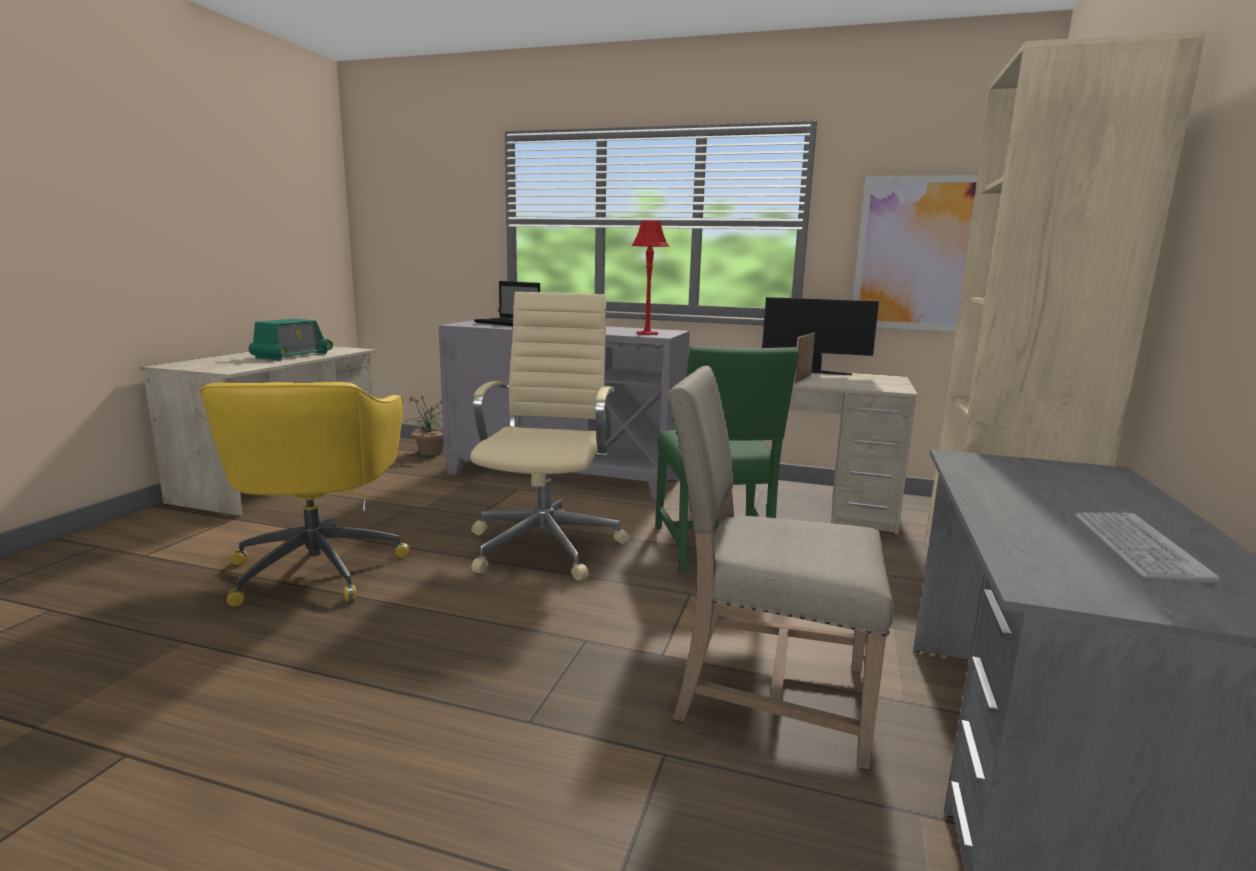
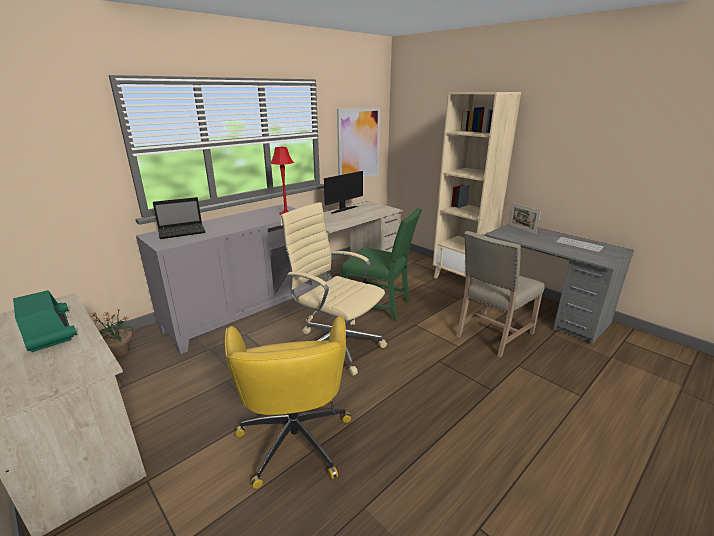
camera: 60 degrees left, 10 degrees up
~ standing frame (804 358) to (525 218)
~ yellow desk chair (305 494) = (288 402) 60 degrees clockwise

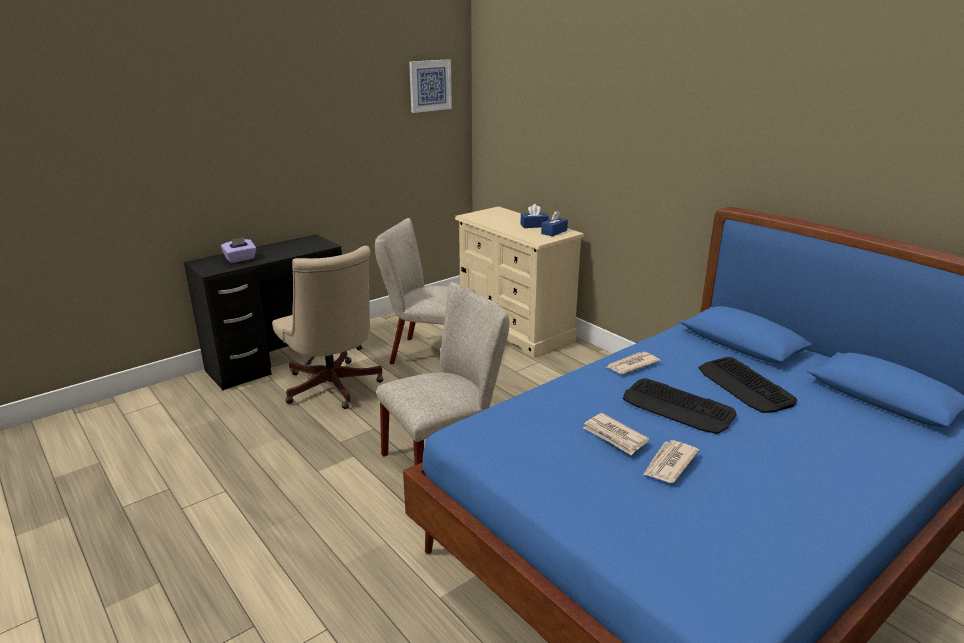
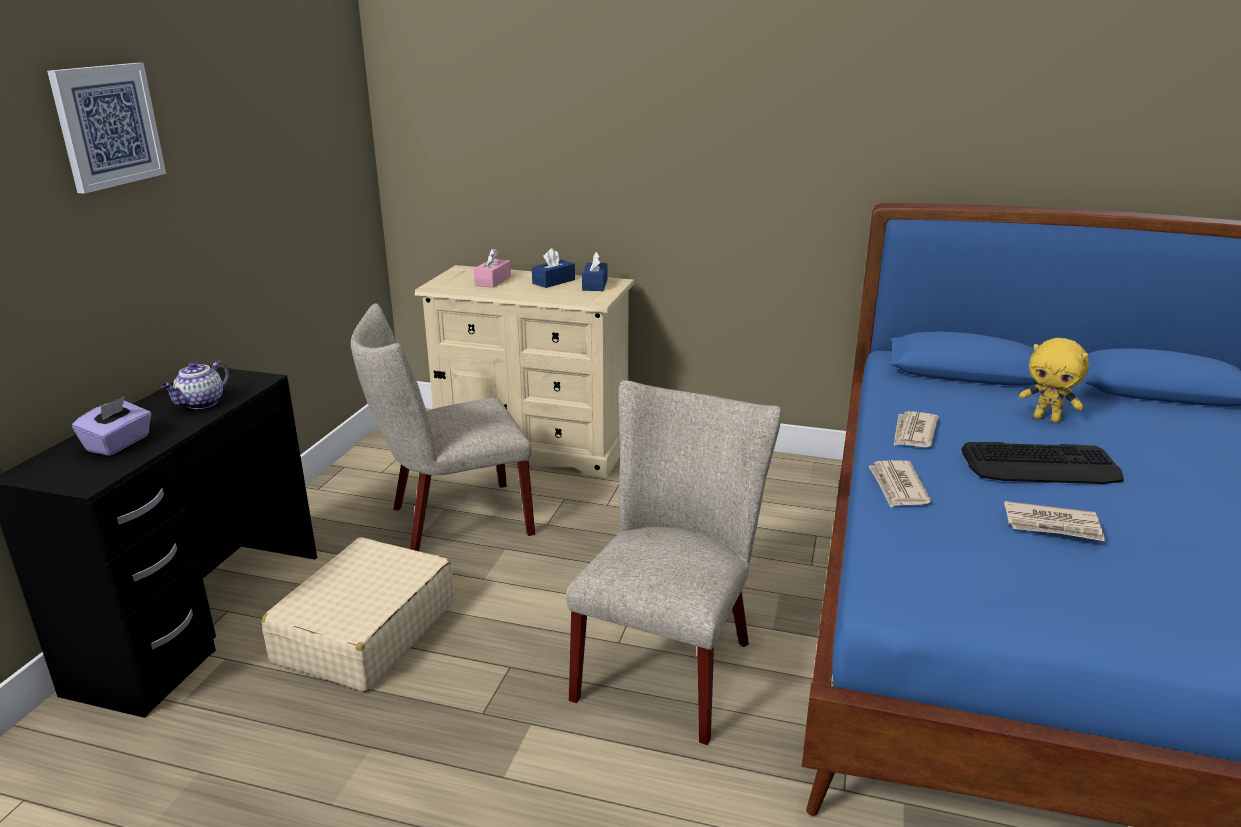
camera: 35 degrees left, 0 degrees up
~ wall picture (430 86) to (106 128)
~ sand-coloured desk chair (328 327) to sand-coloured piece of luggage (358 614)
~ PC keyboard (748 385) to yellow cuddly toy (1054 380)
~ newspaper (671 461) to (900 483)
+ pink-coloured tissue box (492 268)
+ teapot (195 385)

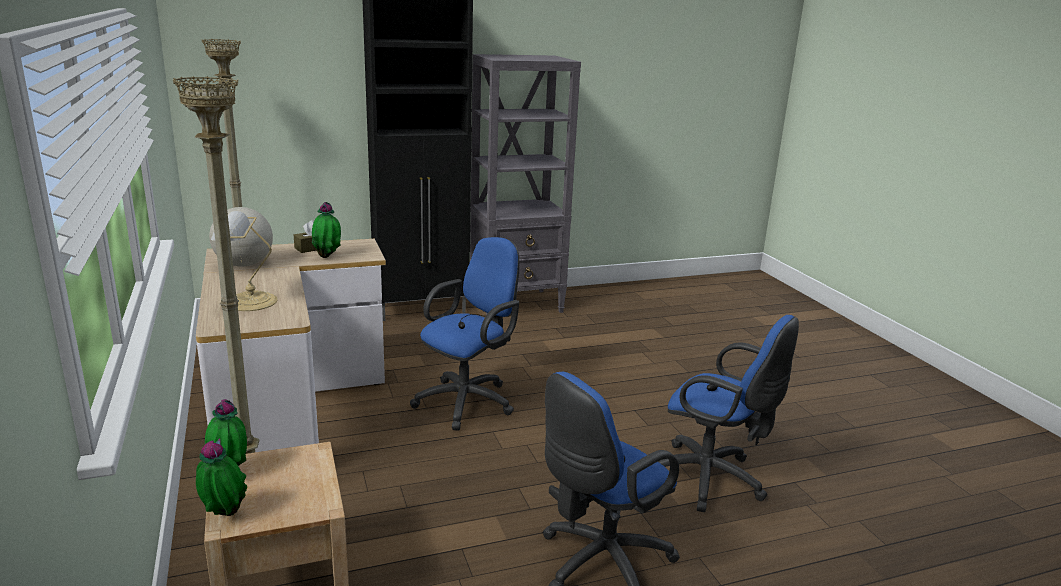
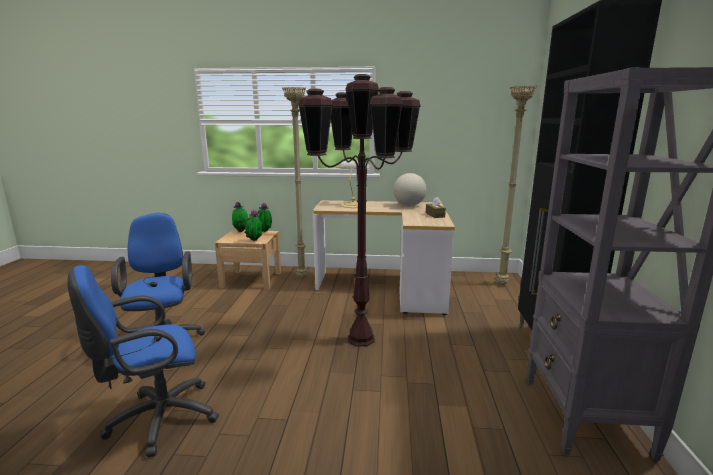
camera: 115 degrees right, 5 degrees down
~ potted plant (326 230) to (253 225)
~ blue desk chair (464 334) to brown standing lamp (359 210)

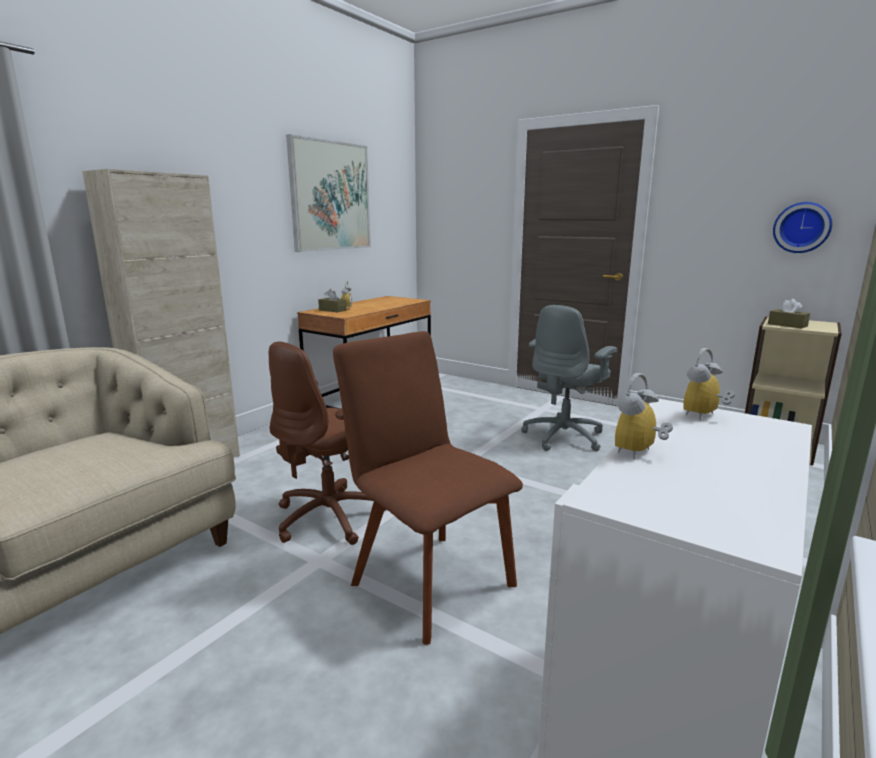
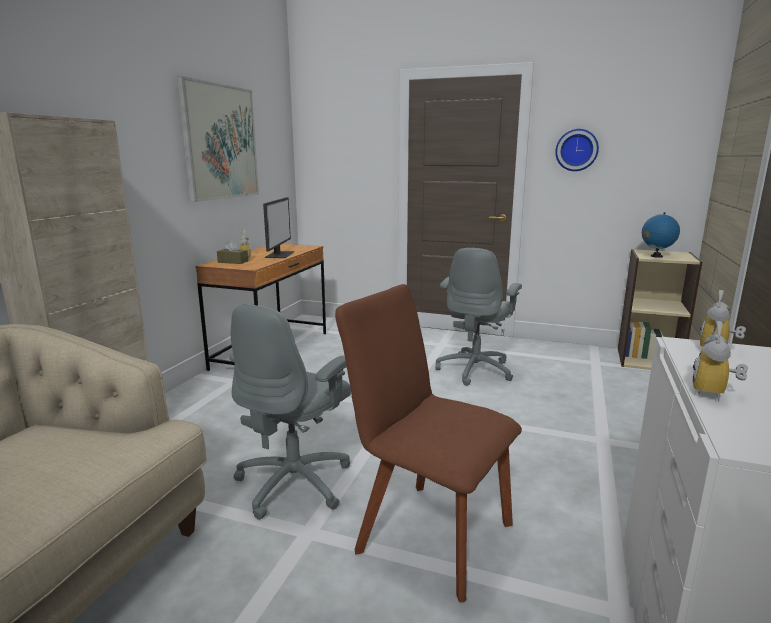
camera: 15 degrees left, 0 degrees up
~ clock on the wall (802 227) to (577 150)
~ brown tissue box (789 314) to desk globe (661 235)
~ brown desk chair (327 443) to greyish desk chair (290 412)
+ computer screen (278 227)

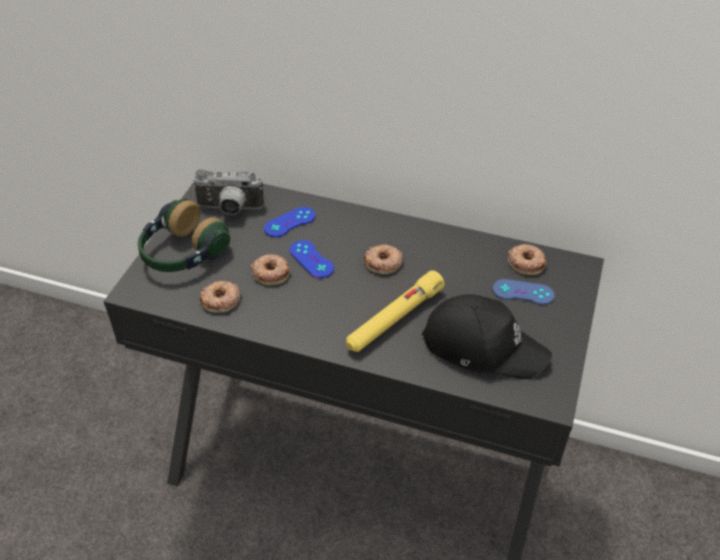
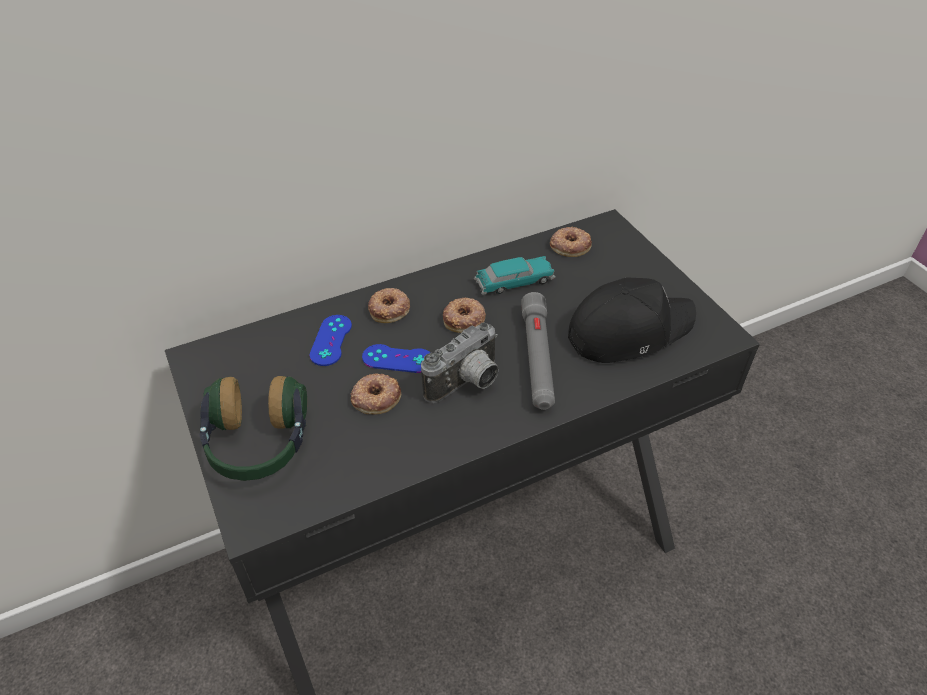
camera: 45 degrees left, 0 degrees up
~ still camera (228 192) to (460 362)
~ yellow hand torch (395 311) to greyish hand torch (538 351)
- blue game controller (524 292)
~ donut (220 297) to (389 305)
+ miniature car (515 275)

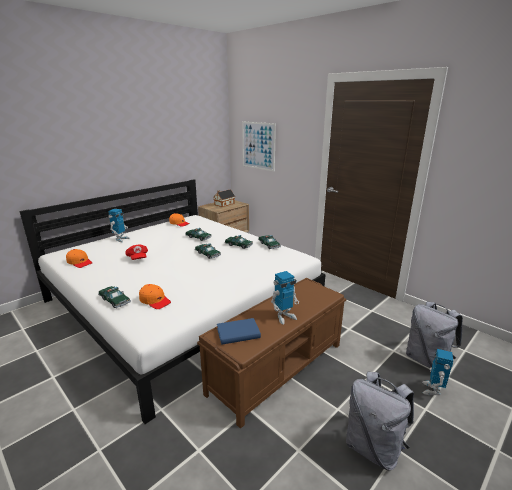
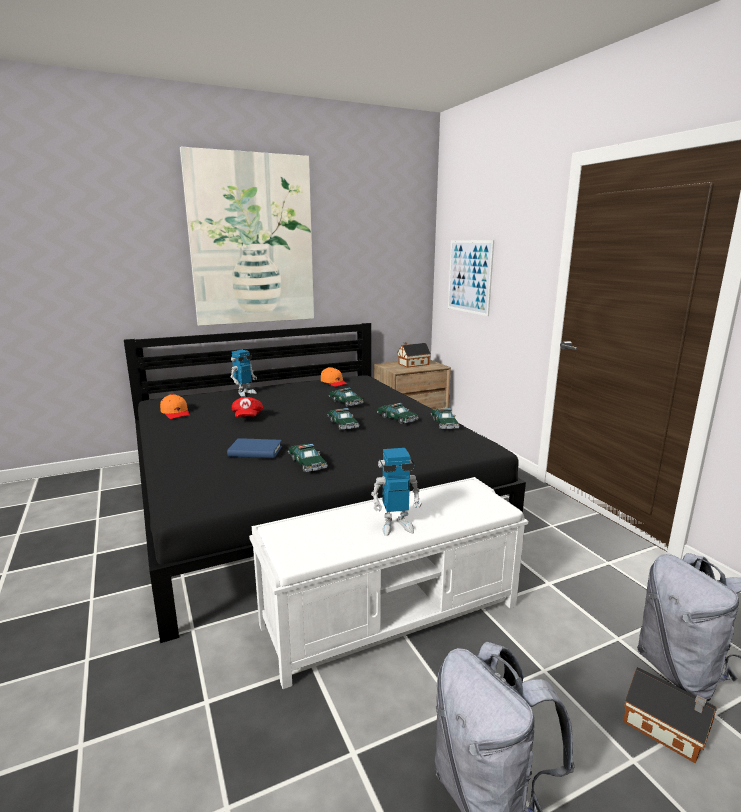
camera: 20 degrees right, 5 degrees down
~ whitish bed (172 301) to blackish bed (325 483)
~ brown bench (271 353) to whitish bench (388 583)
- orange baseball cap (155 296)
~ miniature car (114 297) to (308 458)
~ blue bound book (239 331) to (254 448)
~ toy robot (437 372) to miniature house (669 715)
+ wall picture (247 236)

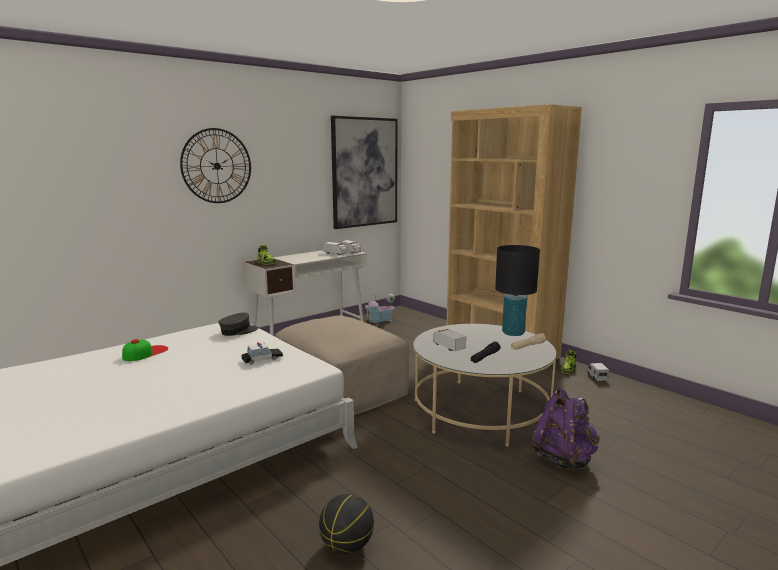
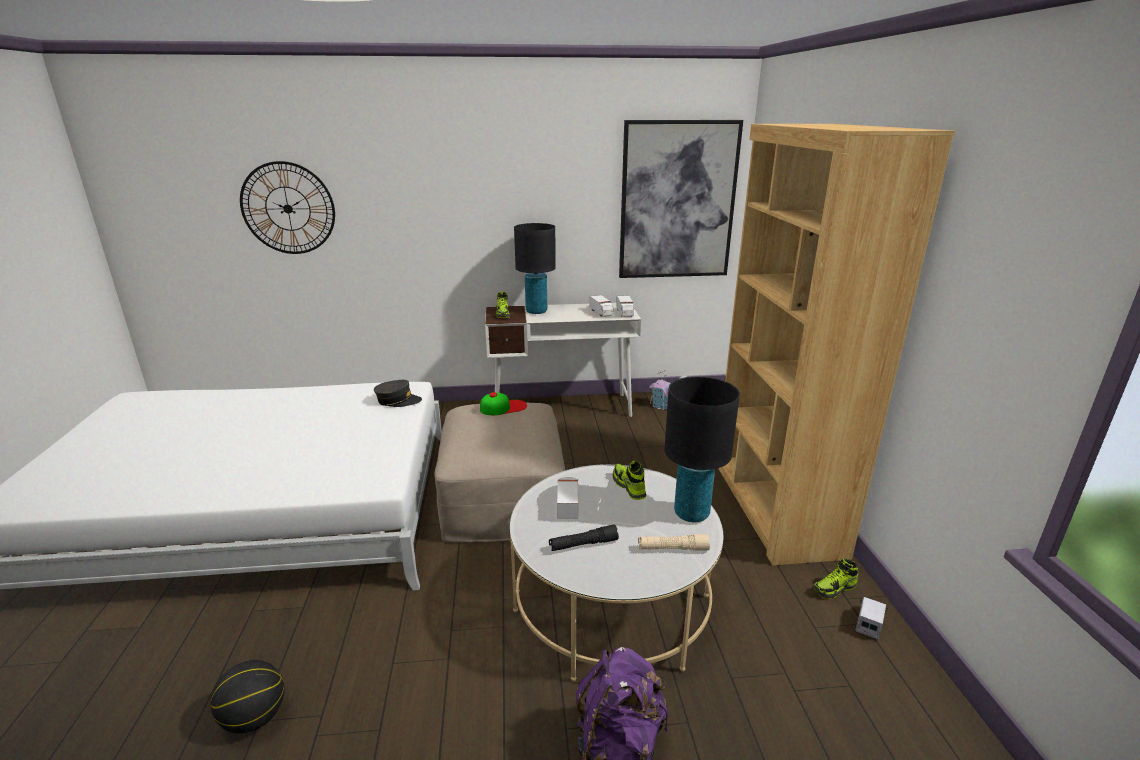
camera: 35 degrees right, 10 degrees up
~ clock on the wall (215 165) to (287 207)
~ baseball cap (145 350) to (503 403)
- miniature car (262 353)
+ blackish table lamp (535 268)
+ item of footwear (629 480)

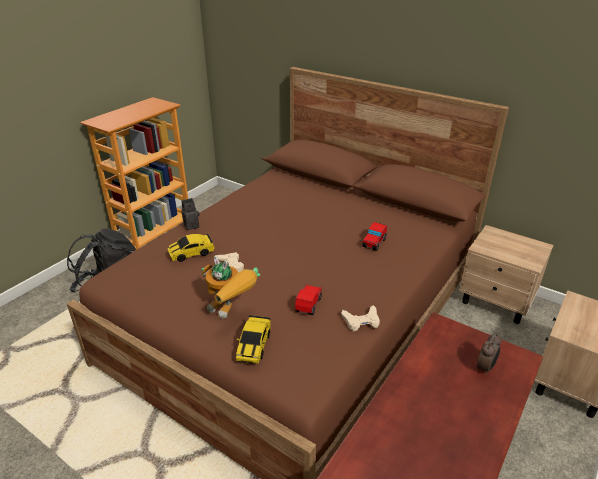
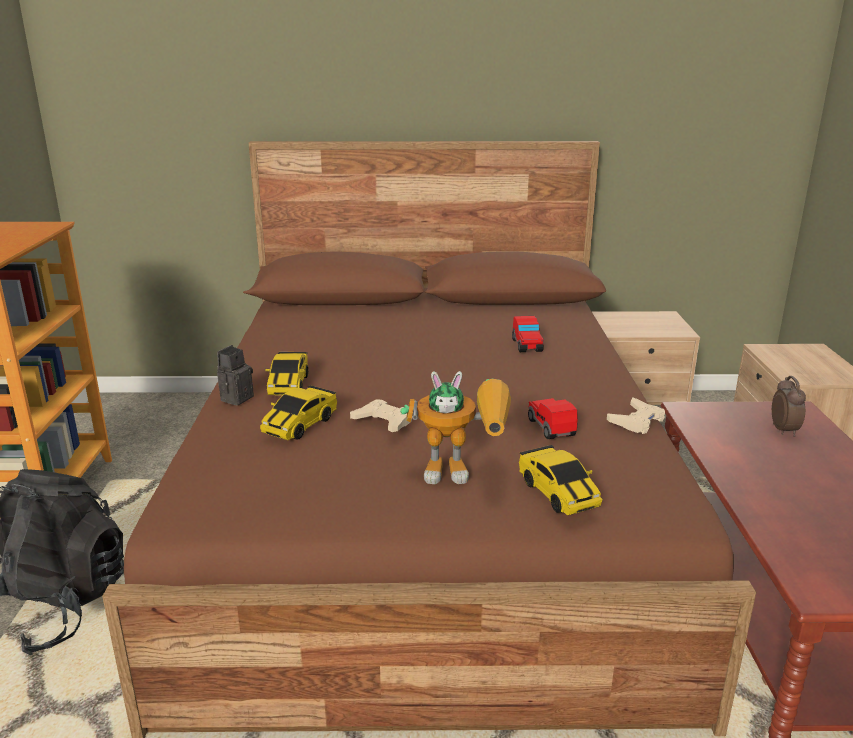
camera: 35 degrees left, 10 degrees down
+ miniature car (286 373)

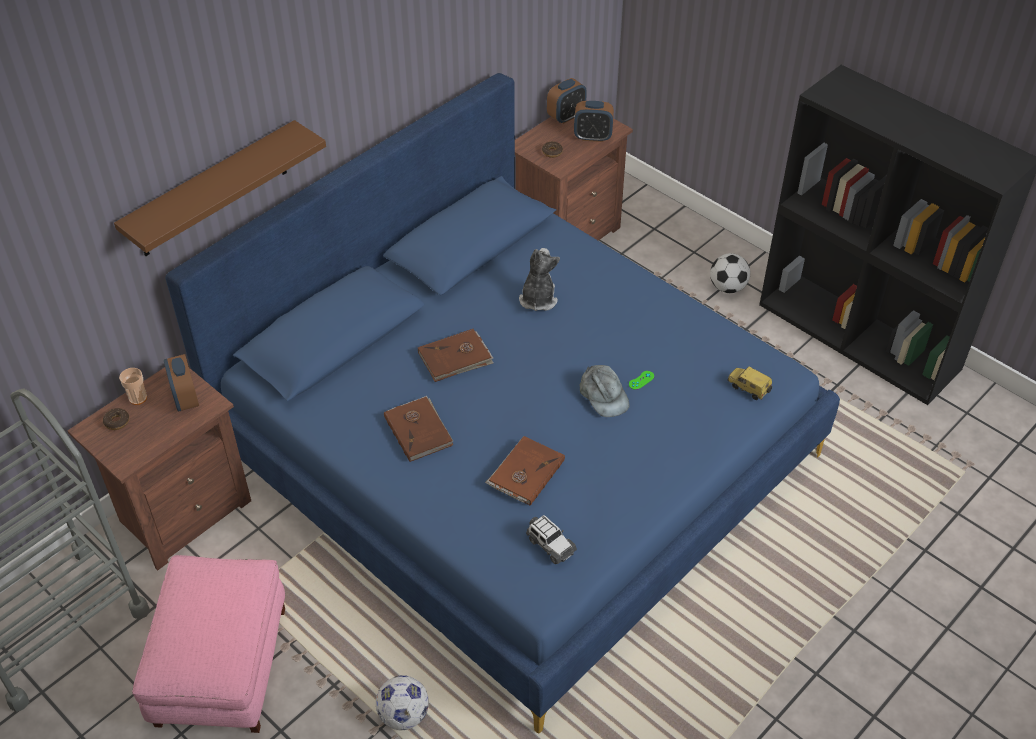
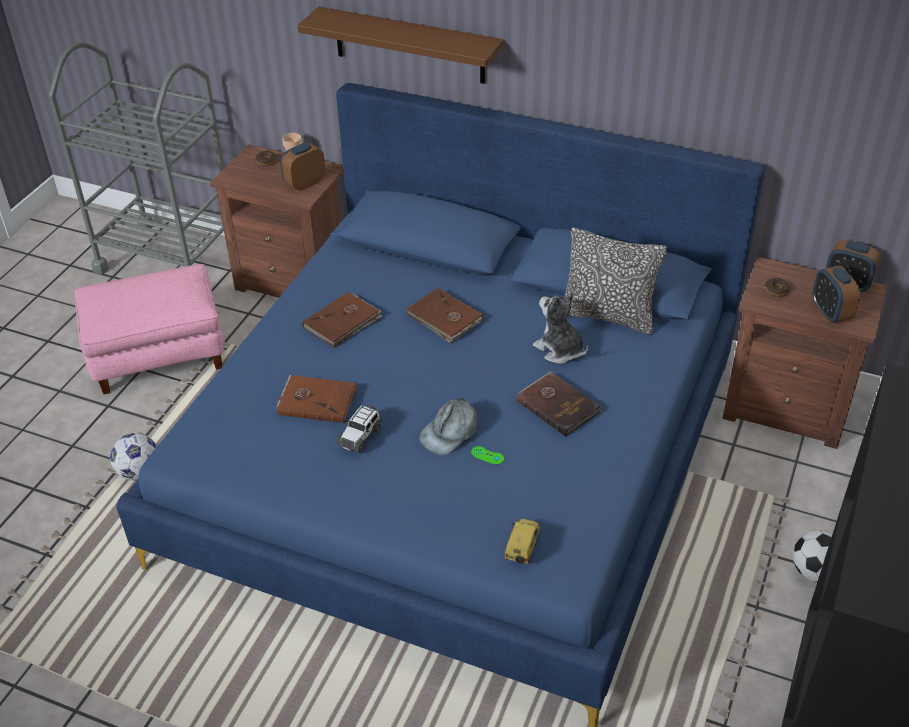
camera: 70 degrees right, 5 degrees down
~ cuddly toy (539 279) = (560 328) 120 degrees counterclockwise
~ miniature car (551 539) to (359 429)
+ cushion (615 281)
+ brown bound book (558 404)

